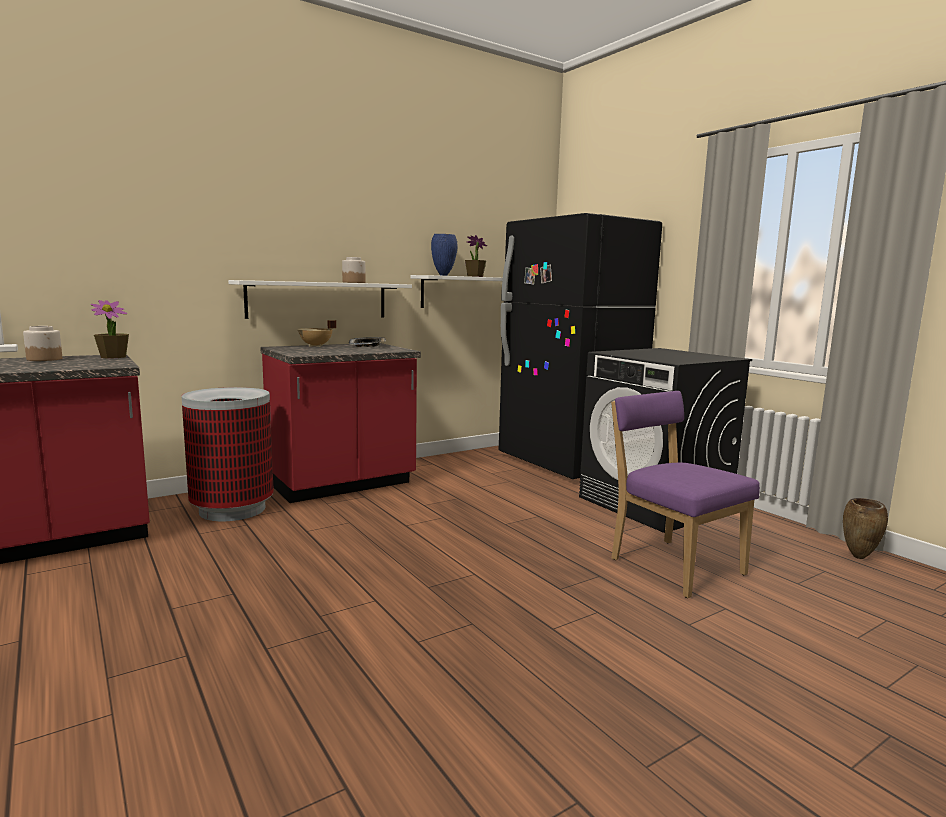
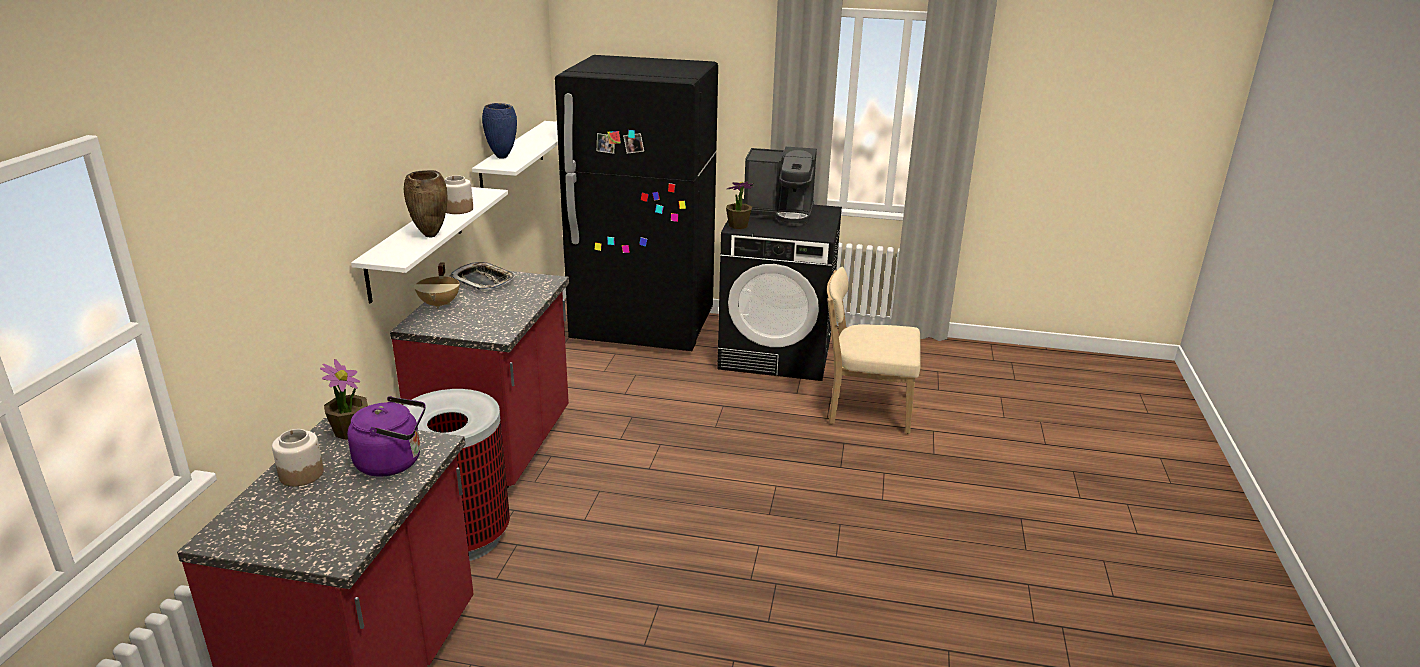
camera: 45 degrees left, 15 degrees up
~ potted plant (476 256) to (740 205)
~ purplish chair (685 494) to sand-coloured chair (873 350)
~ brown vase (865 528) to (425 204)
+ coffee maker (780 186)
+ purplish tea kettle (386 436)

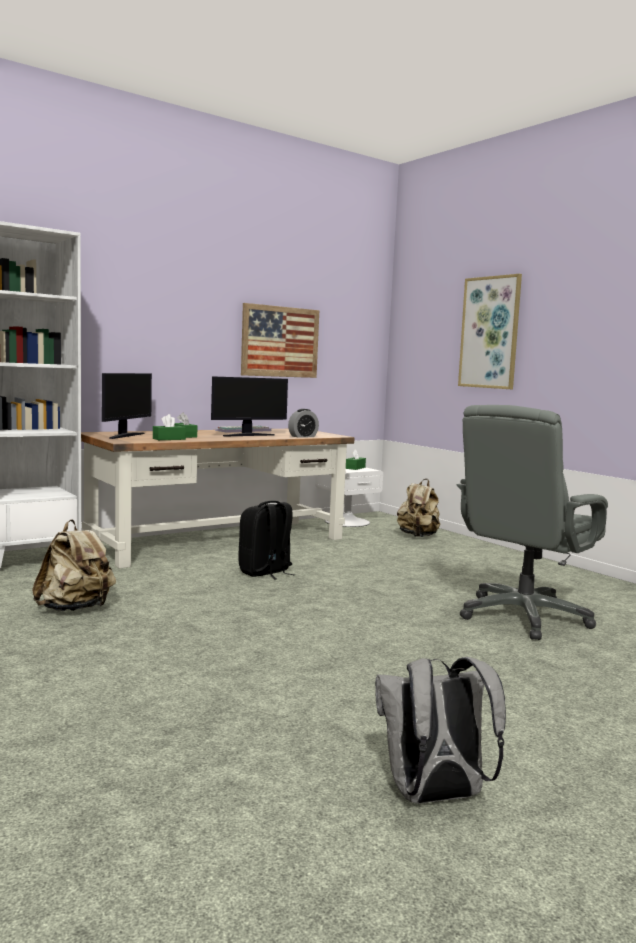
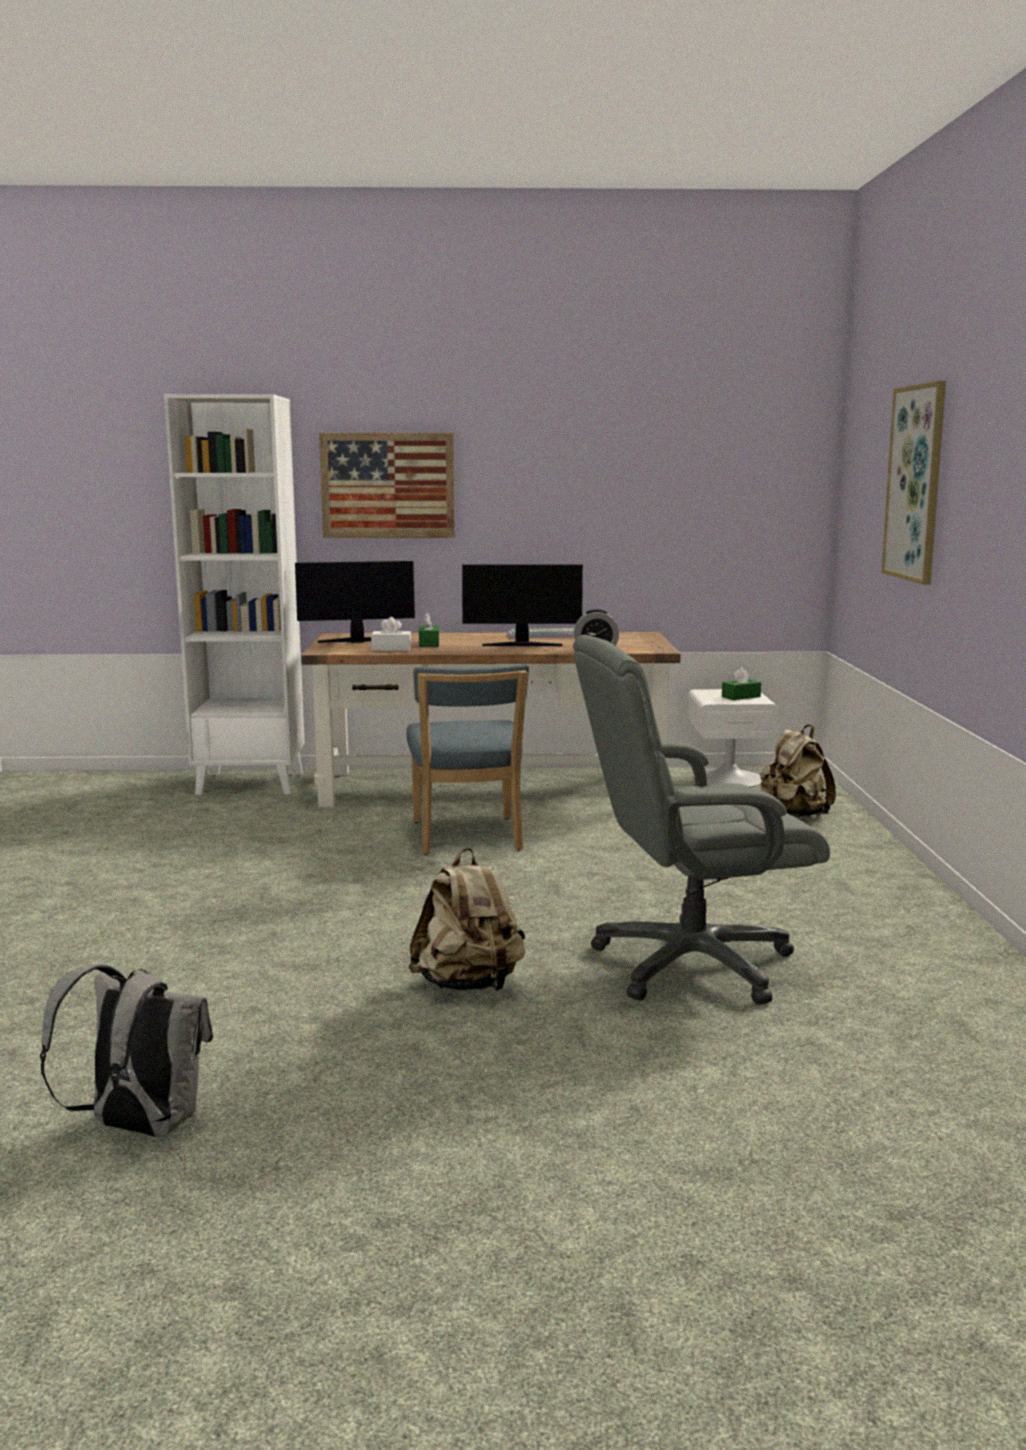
camera: 35 degrees right, 5 degrees up
~ wall picture (280 340) to (387 485)
~ computer screen (127 406) = (355 602) 150 degrees counterclockwise
~ green-coloured tissue box (169 427) to whitish tissue box (391 634)
~ blackish knapsack (266 540) to blue chair (468 759)
~ sand-coloured knapsack (74 565) to (467 919)

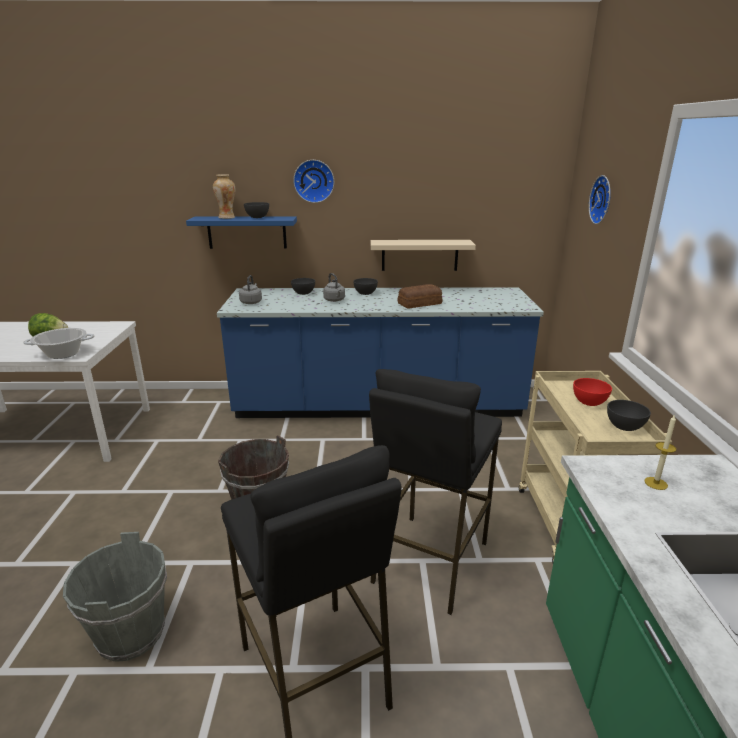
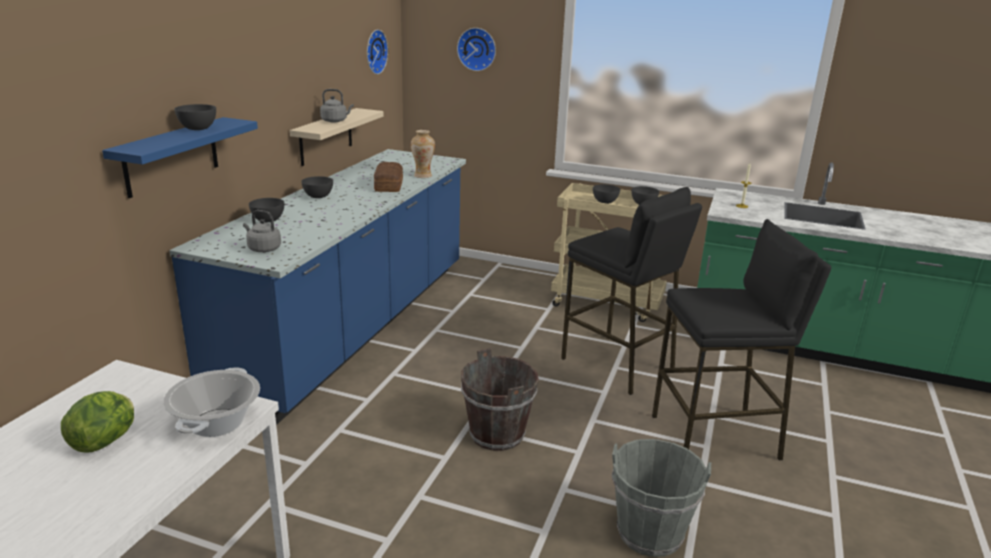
camera: 70 degrees left, 0 degrees up
~ clock on the wall (313 181) to (377 51)
~ vase (224 196) to (423 154)
~ greyish tea kettle (334 287) to (337 105)
~ red serving bowl (592 392) to greyish serving bowl (606 194)

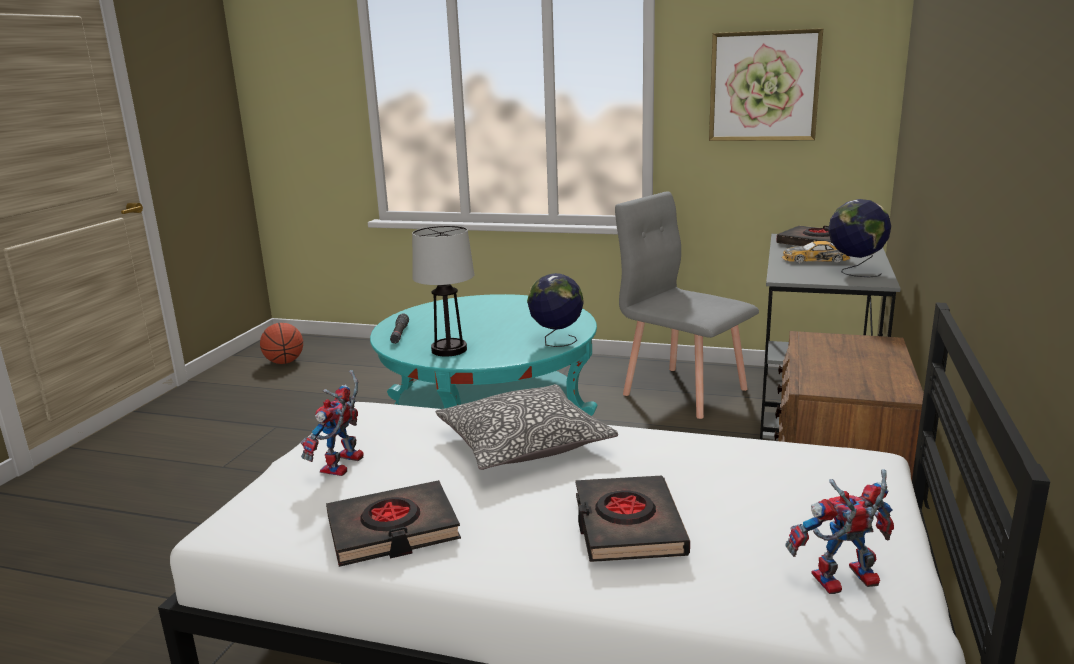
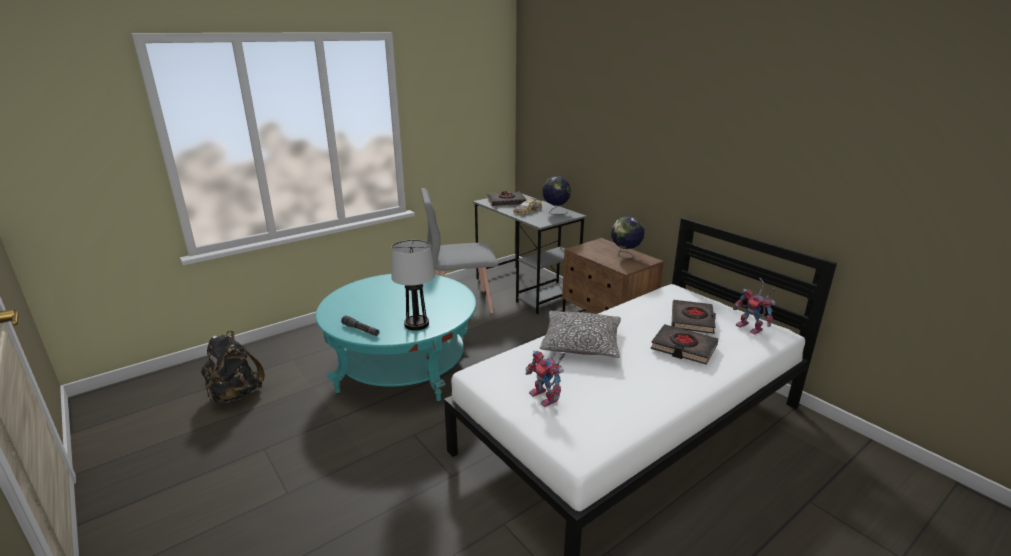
camera: 55 degrees left, 5 degrees up
- wall picture (766 84)
~ desk globe (555 310) to (627 237)
- ball for basketball (281 343)
~ toy robot (840 531) = (754 306) 60 degrees counterclockwise
~ blackish bound book (393 523) to (693 317)
+ blackish knapsack (233 367)

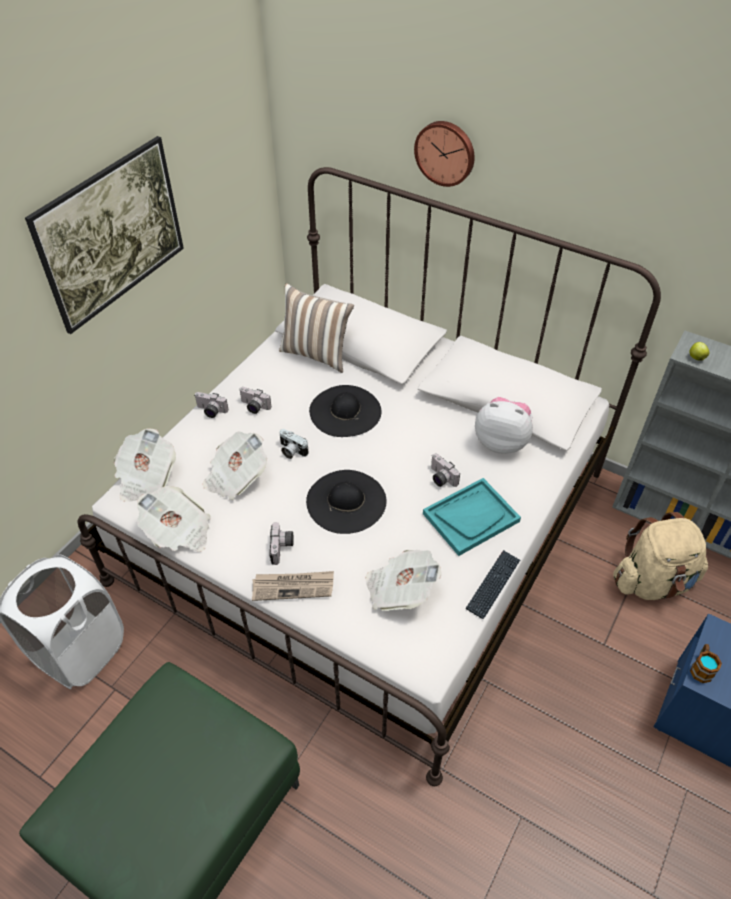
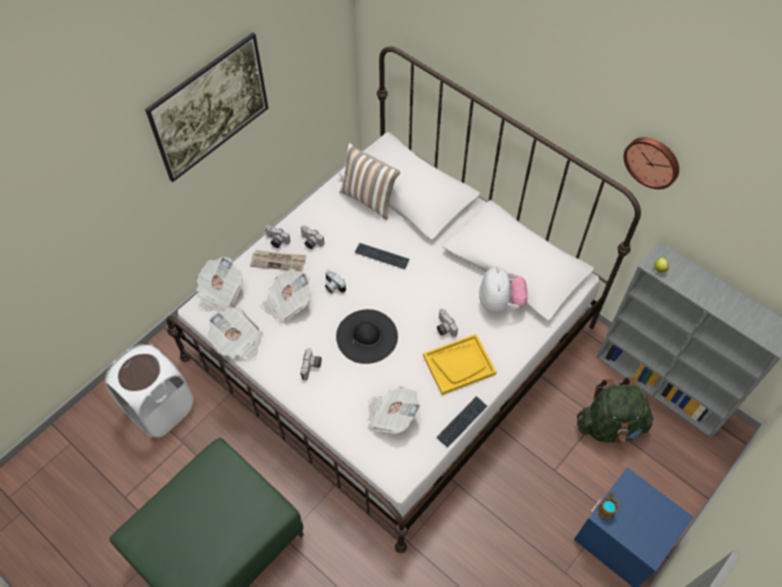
camera: 10 degrees right, 10 degrees up
~ clock on the wall (444 154) to (651 163)
~ blackish hat (345 411) to PC keyboard (381 256)
~ cuddly toy (504 425) = (503 290) 60 degrees clockwise
~ turquoise tray (472 517) to yellow tray (459 364)
~ sand-coloured knapsack (660 556) to green-coloured knapsack (615 409)
~ newspaper (293 586) to (278 260)

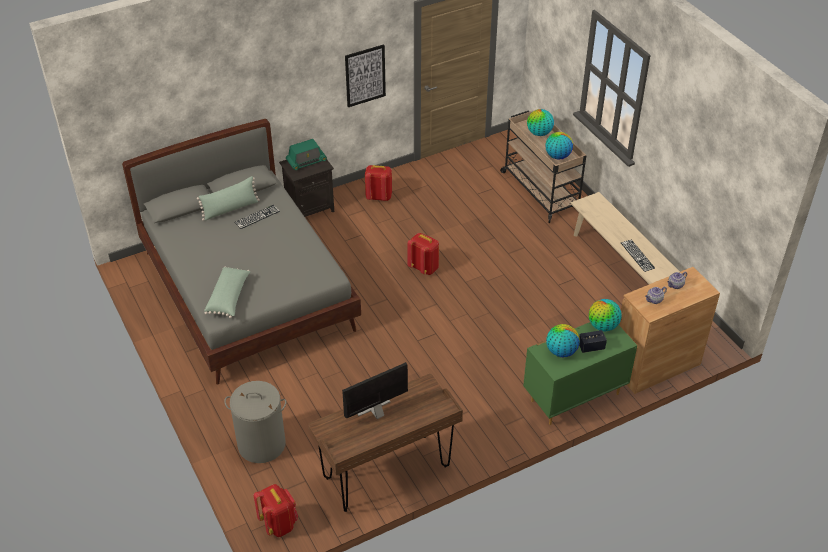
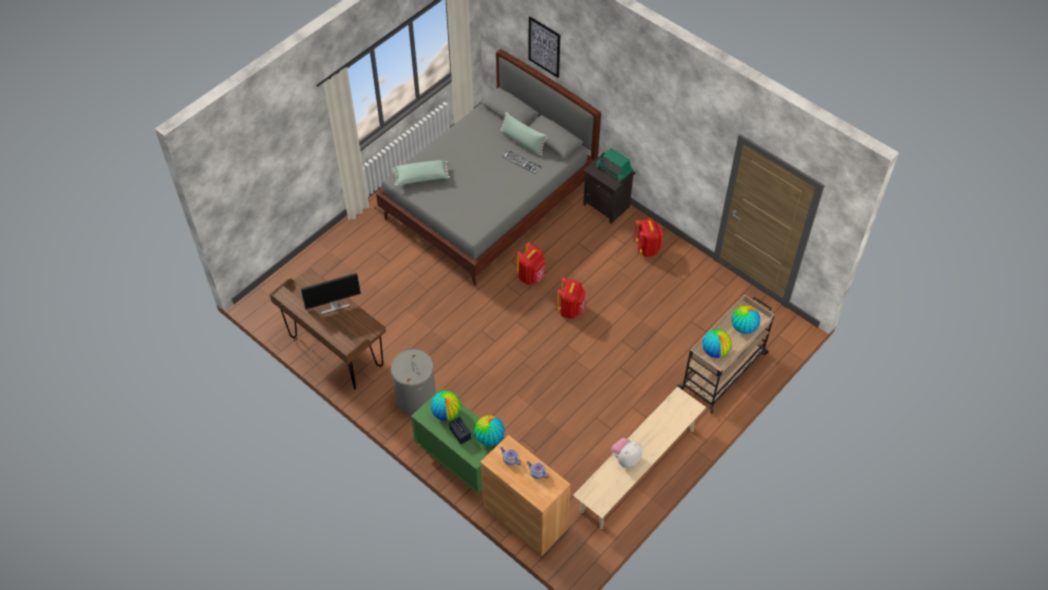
camera: 70 degrees right, 10 degrees up
~ wall picture (365 75) to (544 47)
~ PC keyboard (638 256) to cuddly toy (626 453)
~ computer screen (375 390) = (331 294) 120 degrees clockwise
~ greyish laundry basket (255 422) to (413 381)
~ red knapsack (276 510) to (531 263)

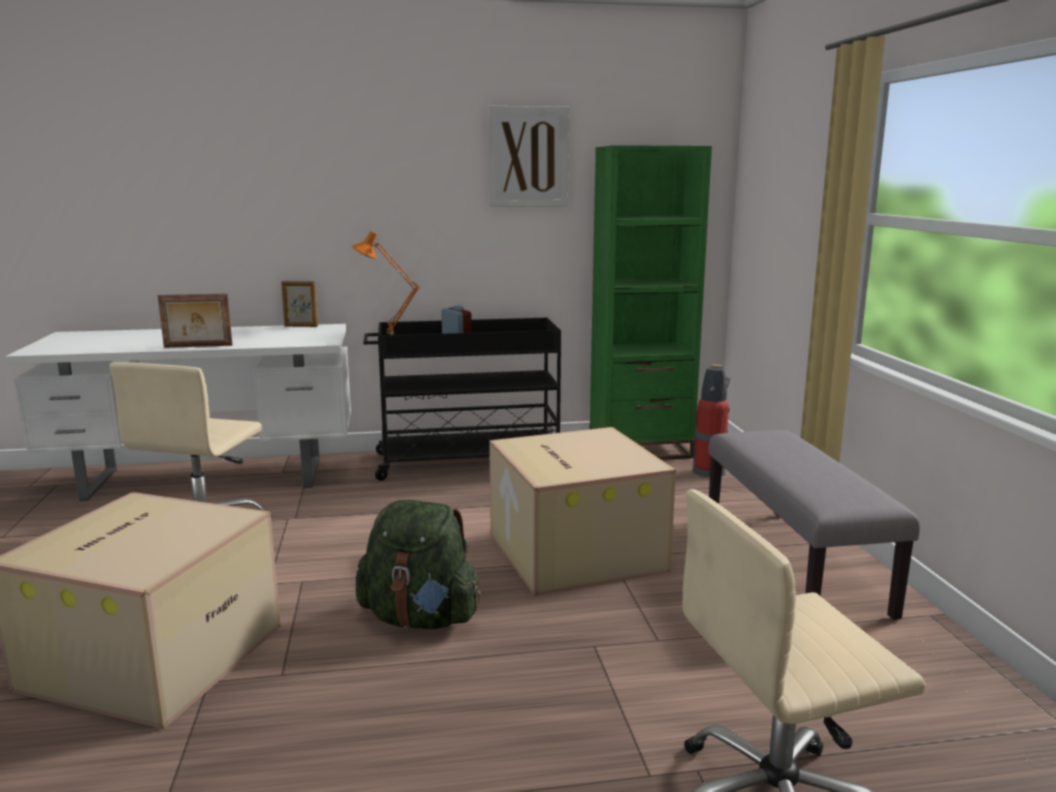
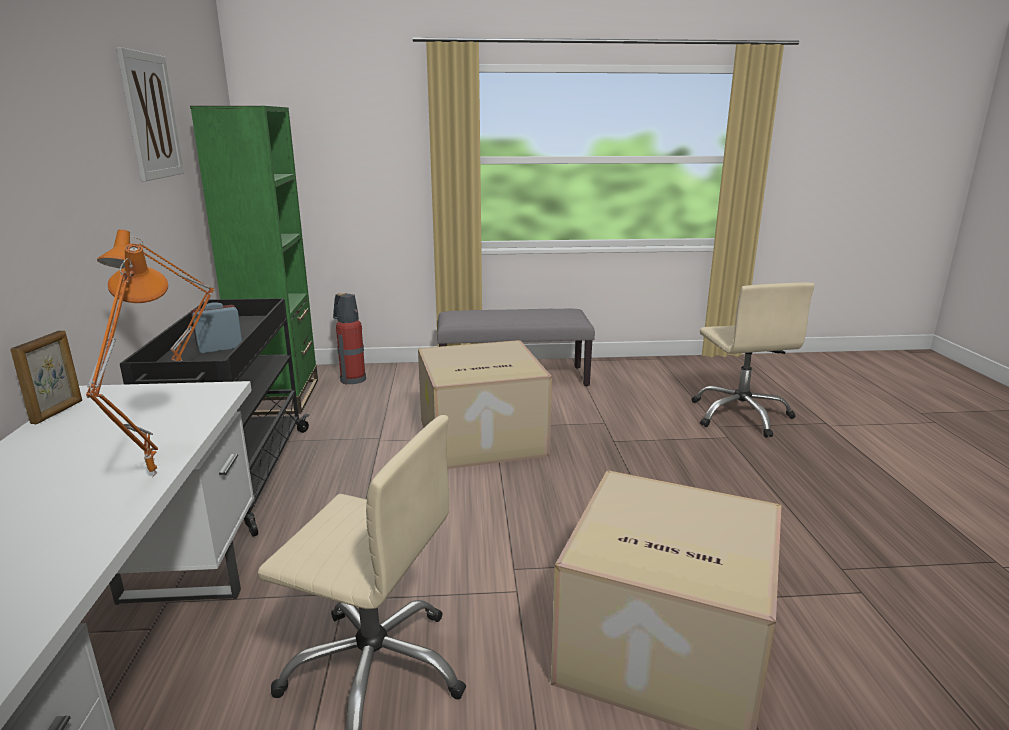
camera: 85 degrees left, 5 degrees up
~ standing frame (195 320) to orange table lamp (127 361)
- green-coloured knapsack (418 564)

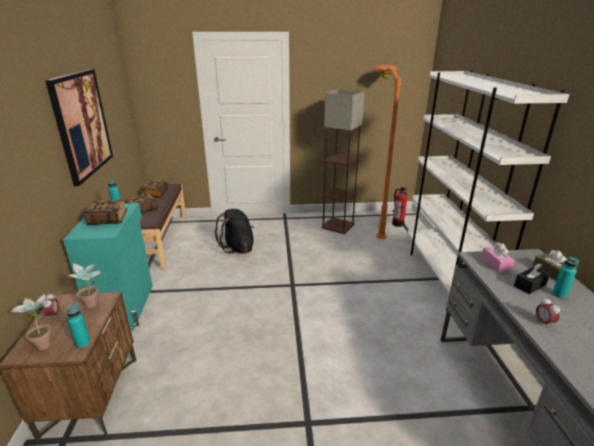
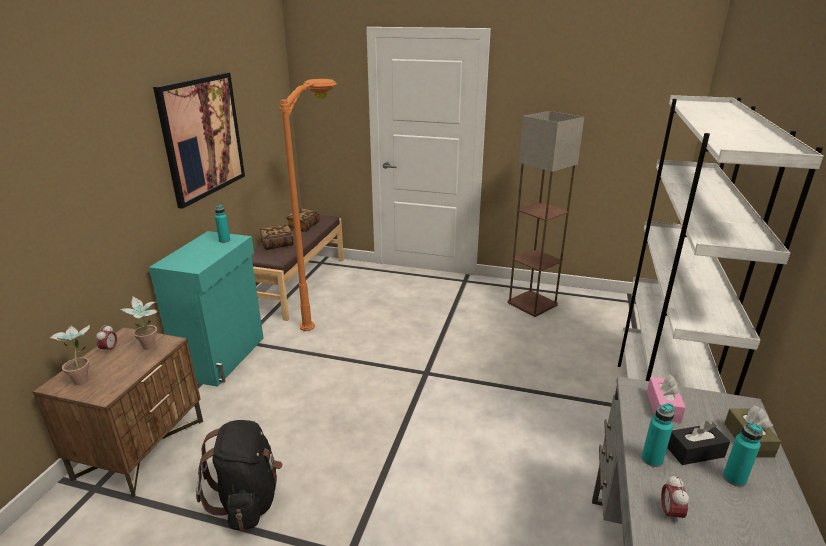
camera: 20 degrees right, 0 degrees up
~ orange standing lamp (388 152) to (308 205)
- fire extinguisher (400 207)
- bound book (105 212)
~ blackish knapsack (234 231) to (239 475)
~ turquoise drink bottle (79 326) to (658 435)

